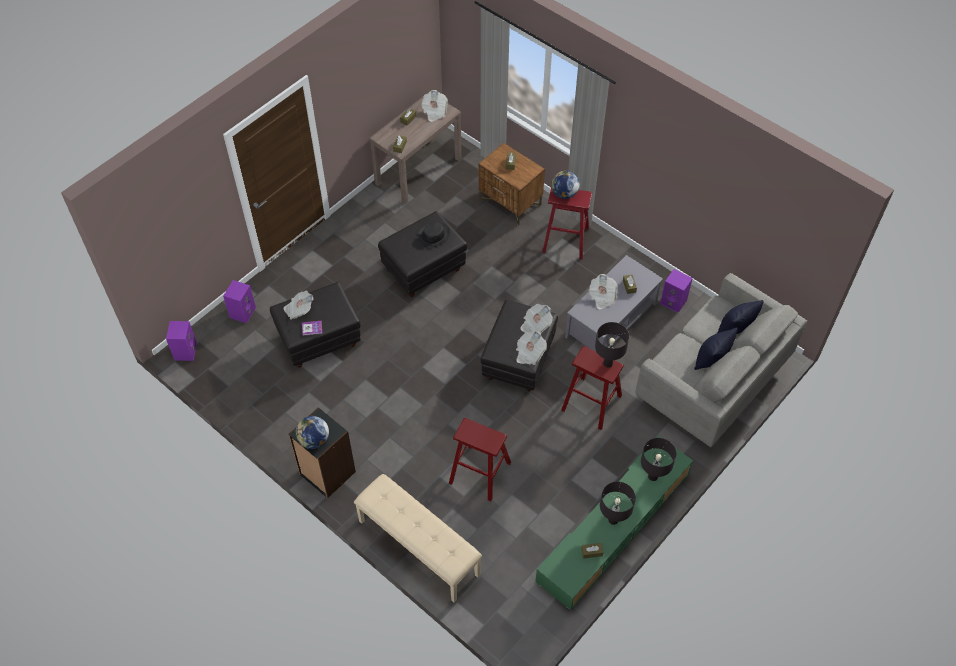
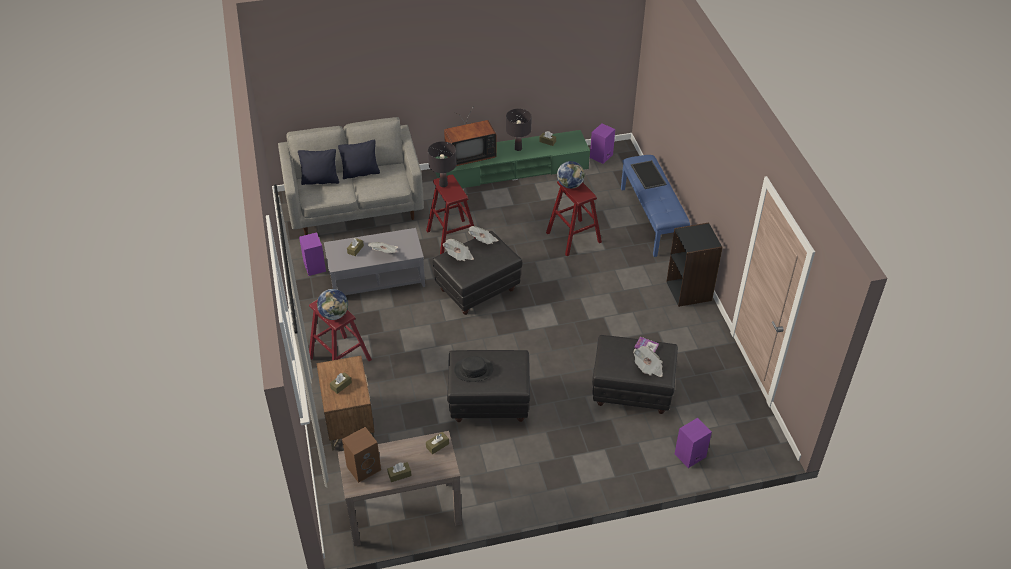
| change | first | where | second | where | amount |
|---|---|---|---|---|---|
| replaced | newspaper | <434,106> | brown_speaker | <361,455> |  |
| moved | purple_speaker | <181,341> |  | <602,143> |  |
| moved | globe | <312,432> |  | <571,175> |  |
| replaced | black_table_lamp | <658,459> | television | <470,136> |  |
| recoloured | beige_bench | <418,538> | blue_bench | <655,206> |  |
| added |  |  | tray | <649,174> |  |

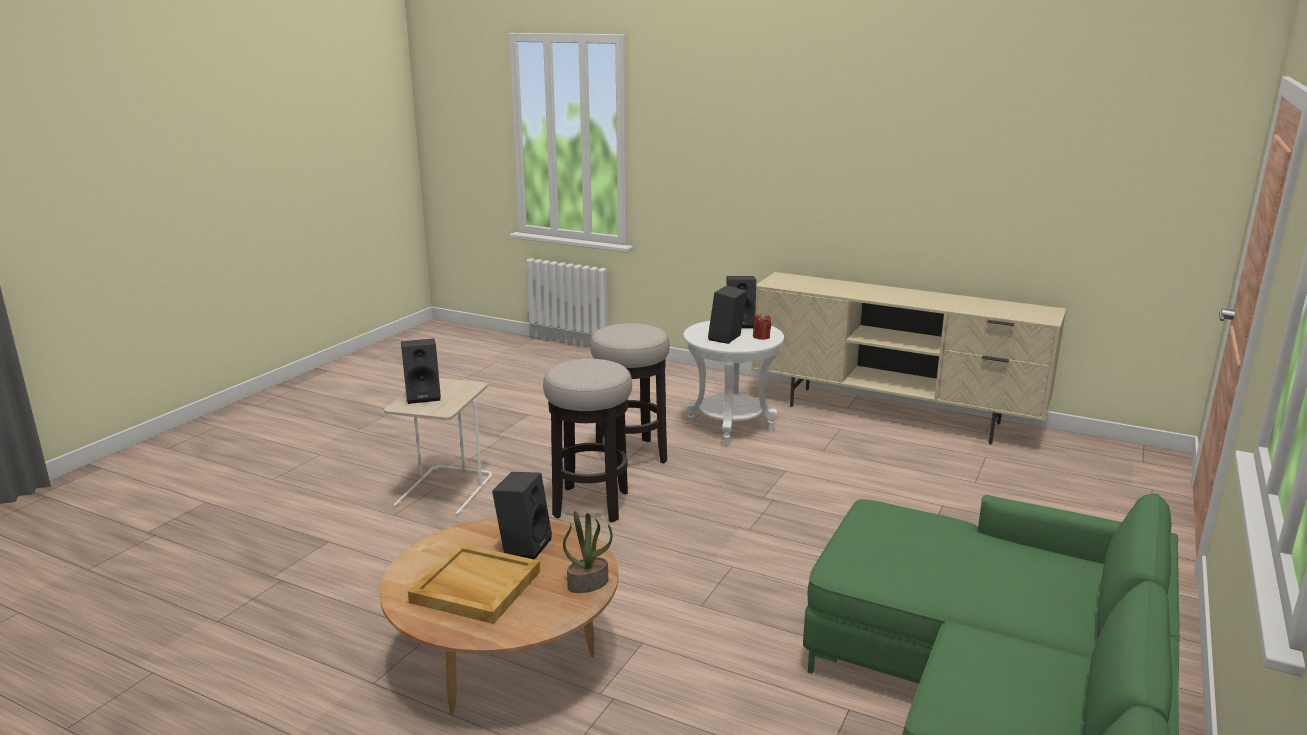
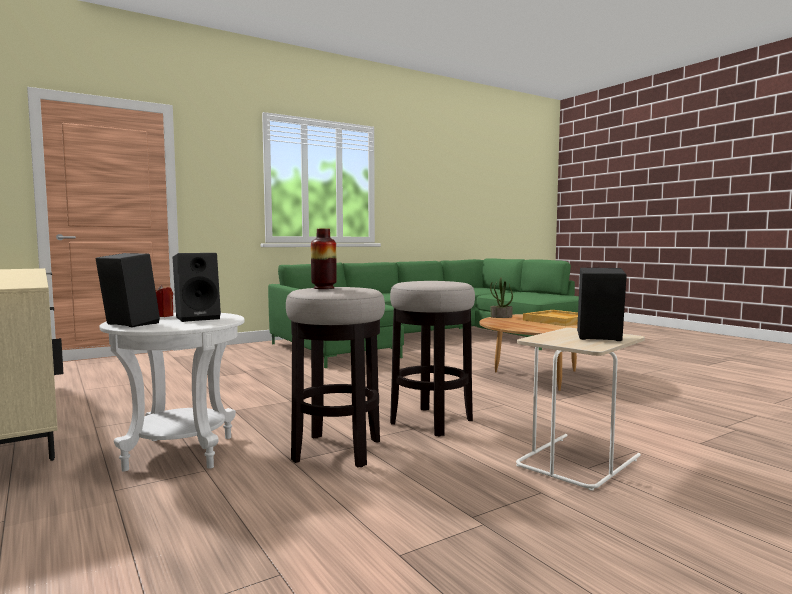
| change | first | where | second | where | amount |
|---|---|---|---|---|---|
| removed | black_speaker | <522,516> |  |  |  |
| added |  |  | vase | <324,258> |  |

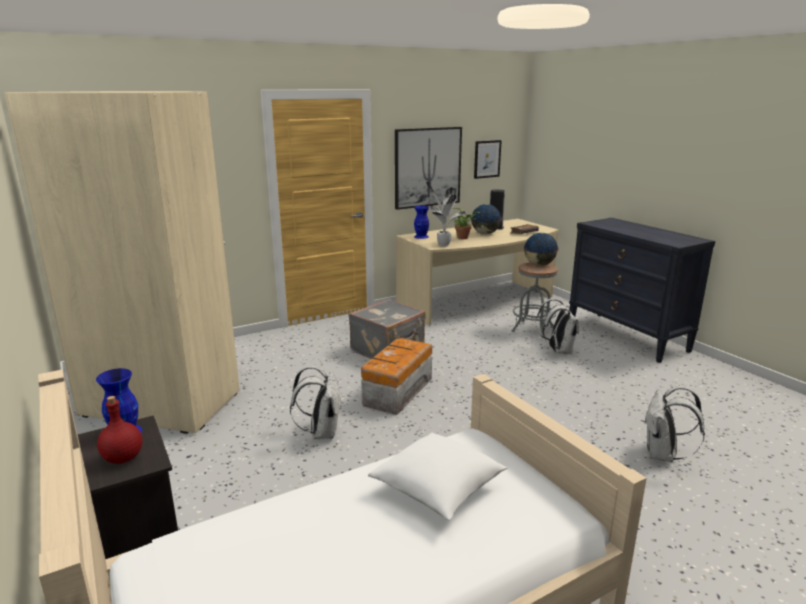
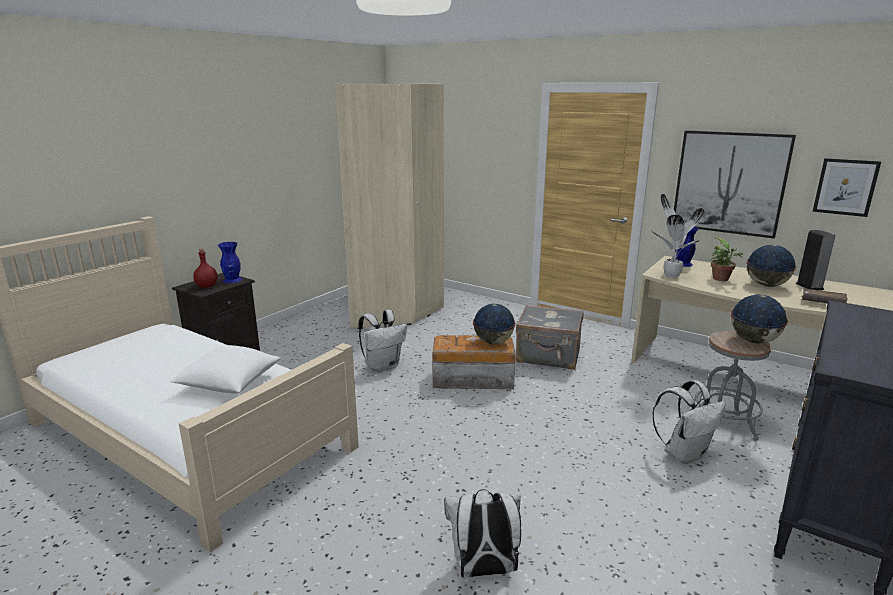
| change | first | where | second | where | amount |
|---|---|---|---|---|---|
| added |  |  | globe | <494,324> |  |

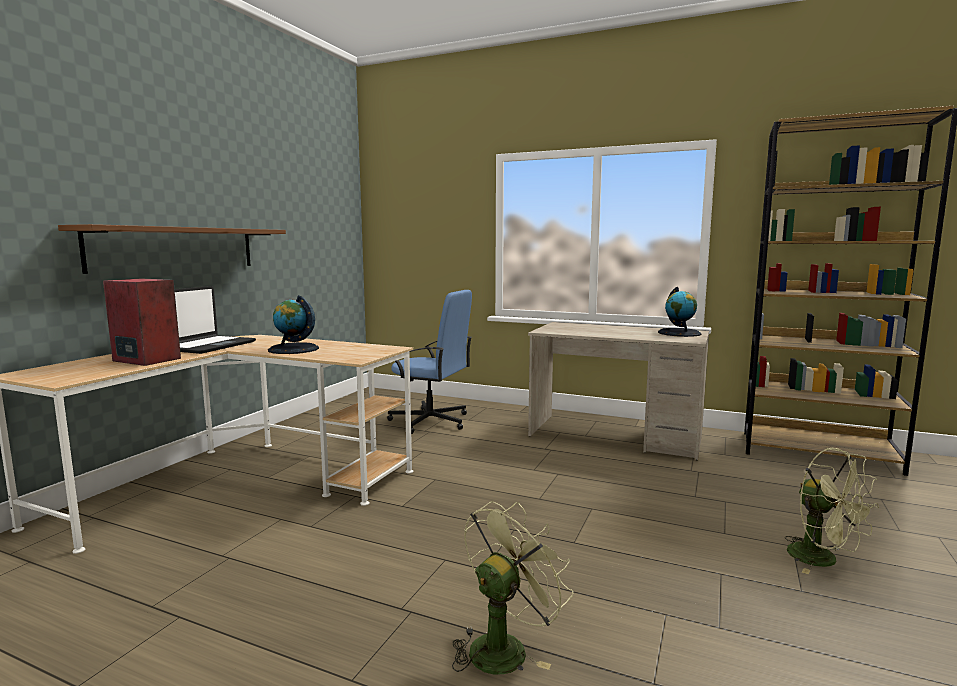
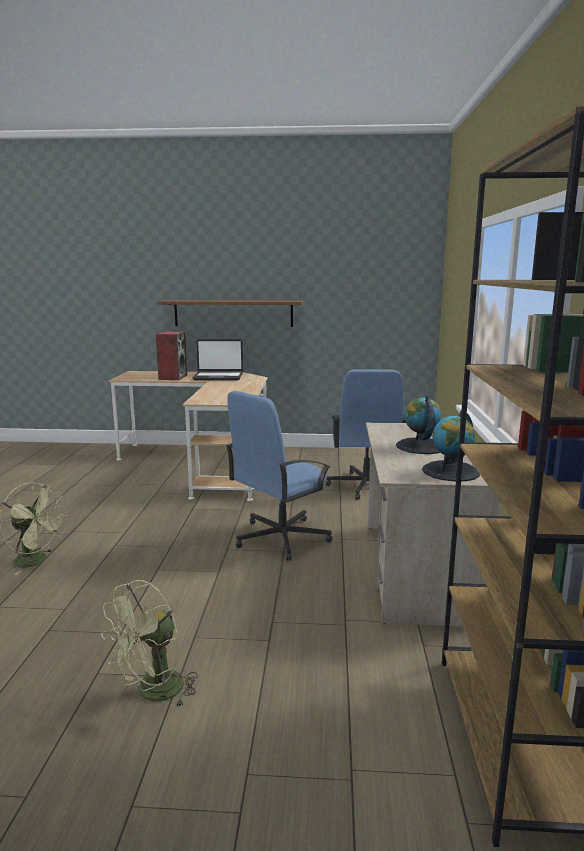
| change | first | where | second | where | amount |
|---|---|---|---|---|---|
| moved | globe | <293,324> |  | <419,424> |  |
| added |  |  | blue_office_chair | <279,476> |  |

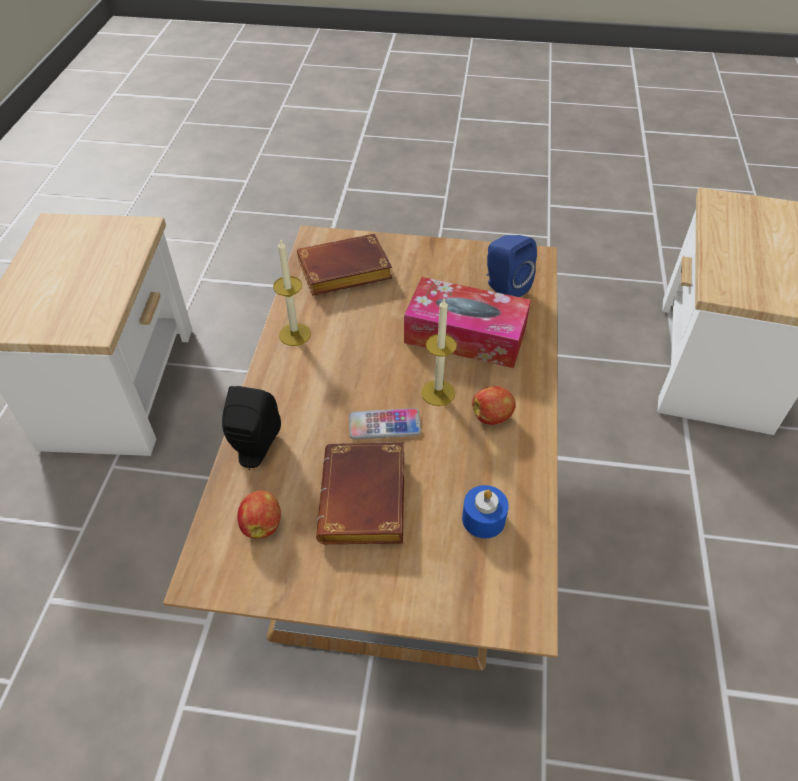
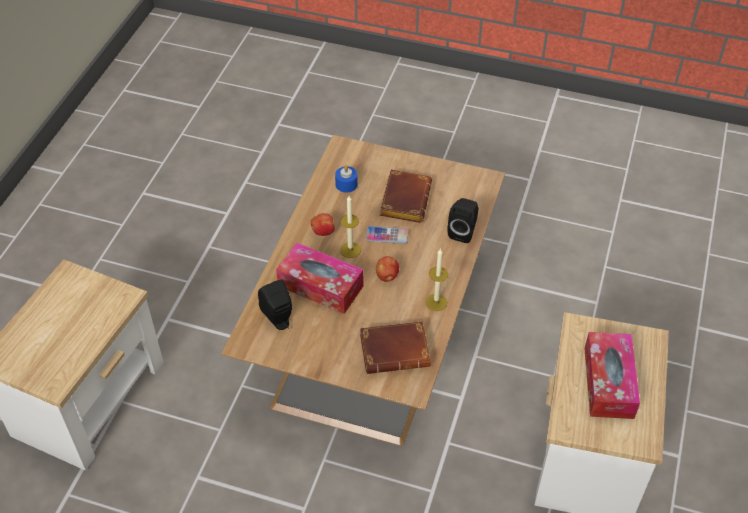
| change | first | where | second | where | amount |
|---|---|---|---|---|---|
| recoloured | blue_speaker | <512,266> | black_speaker | <275,304> |  |
| moved | apple | <259,514> |  | <387,269> |  |
| added |  |  | tissue_box | <612,375> |  |

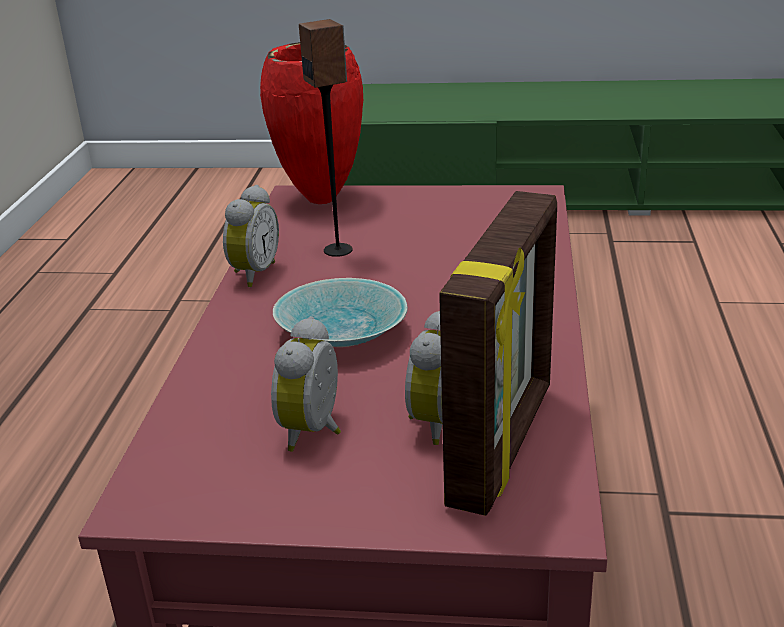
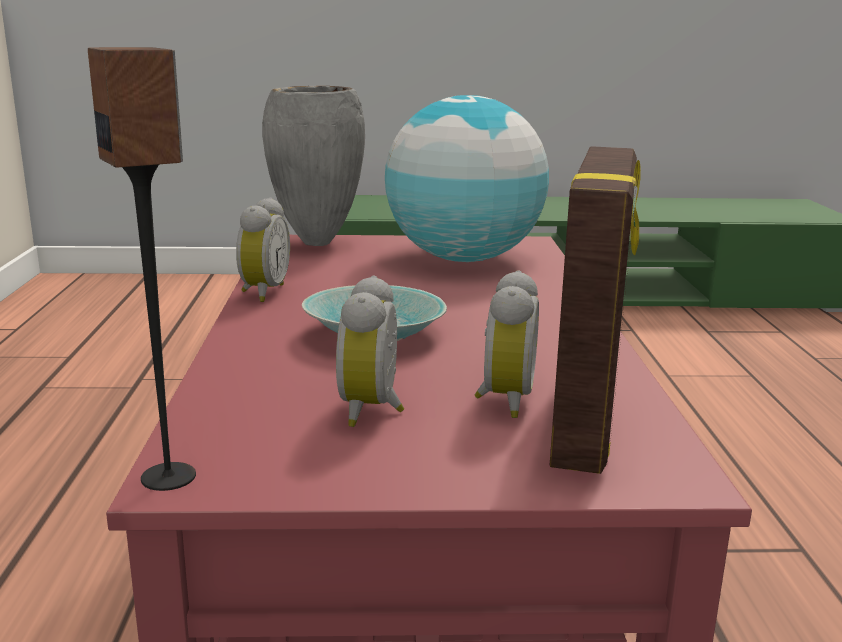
| change | first | where | second | where | amount |
|---|---|---|---|---|---|
| moved | speaker | <326,138> |  | <142,269> |  |
| recoloured | red_vase | <311,123> | grey_vase | <313,166> |  |
| added |  |  | globe | <467,178> |  |

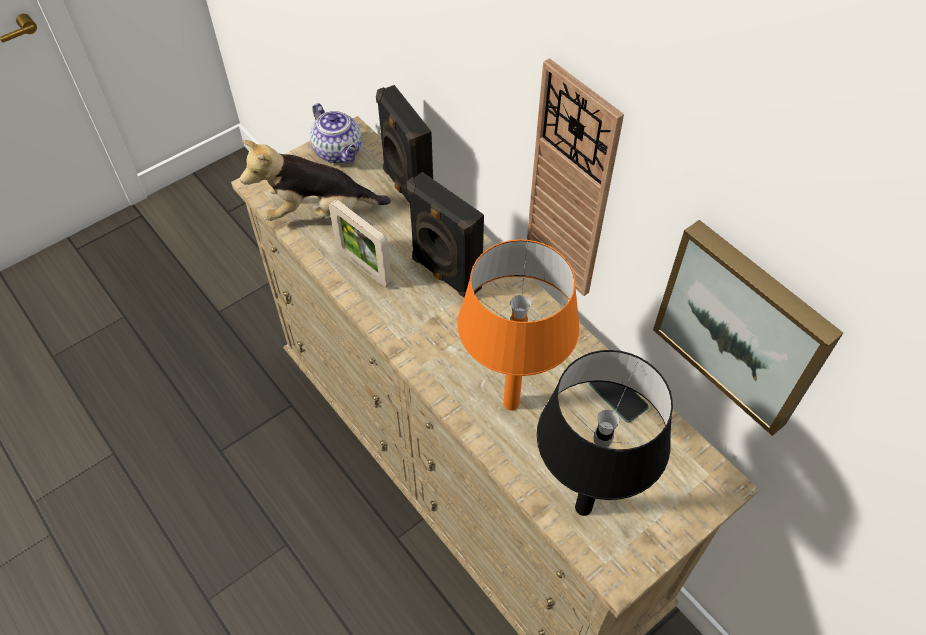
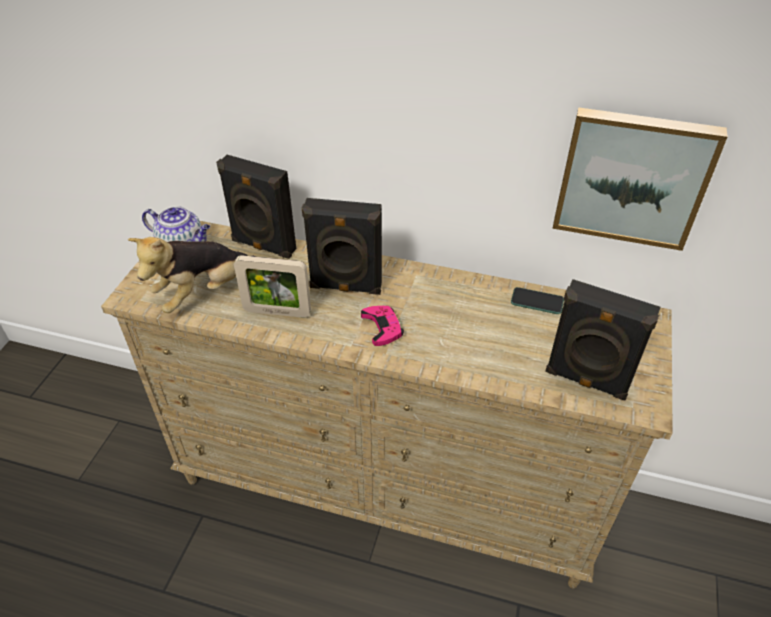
| change | first | where | second | where | amount |
|---|---|---|---|---|---|
| removed | wall_clock | <575,177> |  |  |  |
| removed | orange_table_lamp | <519,325> |  |  |  |
| replaced | black_table_lamp | <605,433> | black_speaker | <603,340> |  |
| added |  |  | pink_game_controller | <382,326> |  |

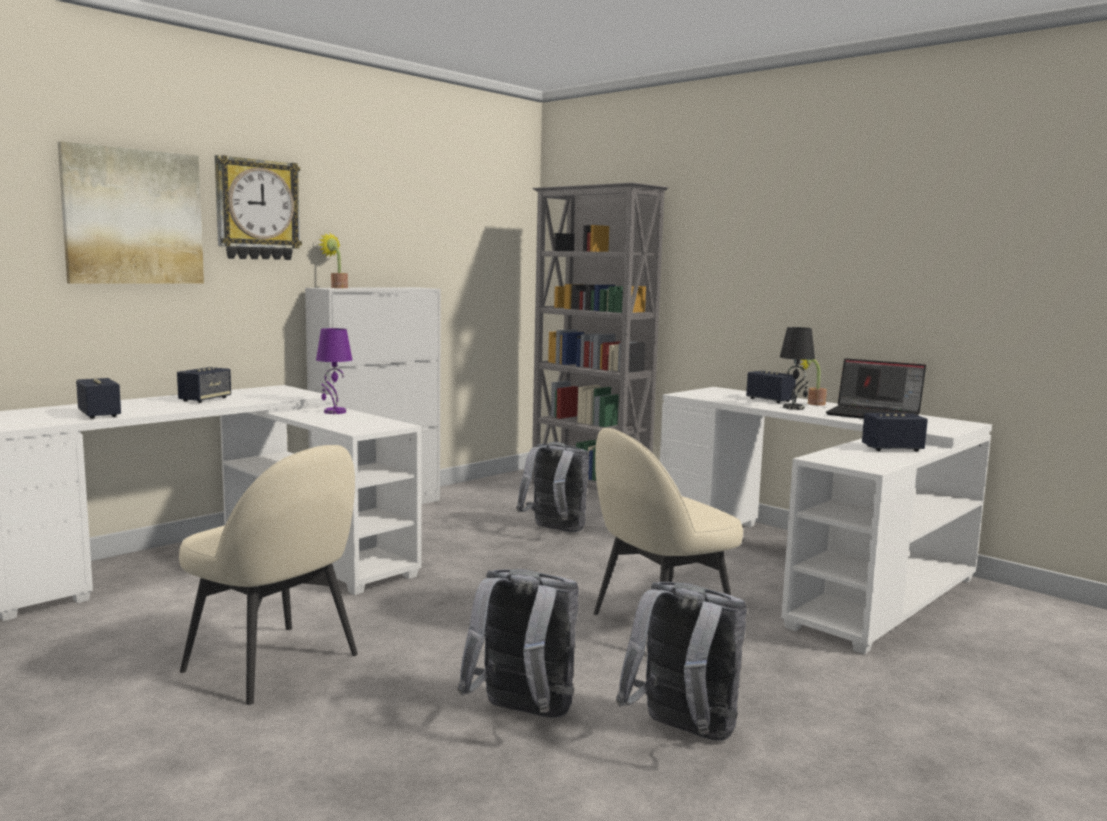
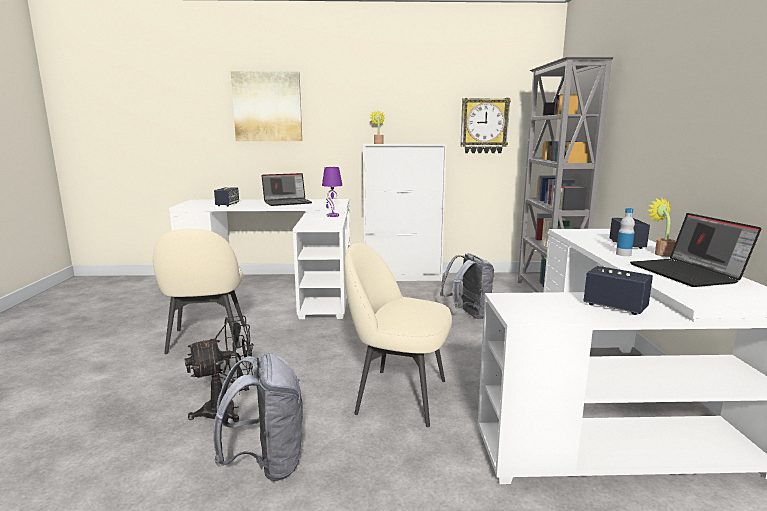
| change | first | where | second | where | amount |
|---|---|---|---|---|---|
| moved | wall_clock | <258,207> |  | <485,125> |  |
| replaced | black_table_lamp | <797,368> | bottle | <625,232> |  |
| replaced | speaker | <204,385> | laptop | <286,189> |  |
| replaced | grey_backpack | <518,643> | black_fan | <220,368> |  |

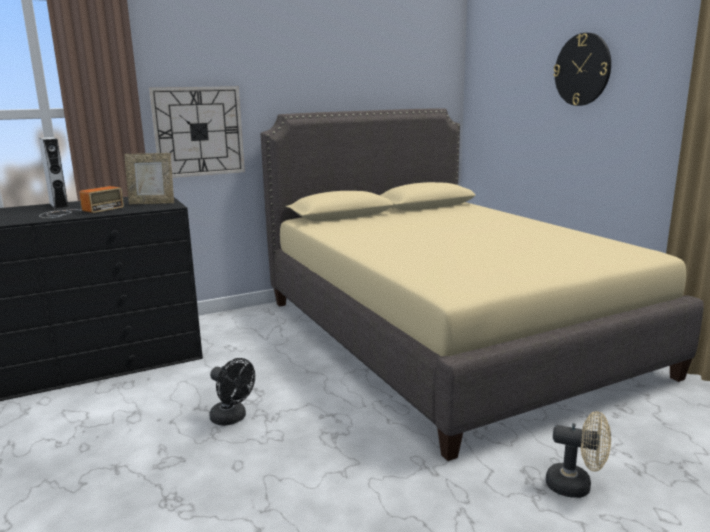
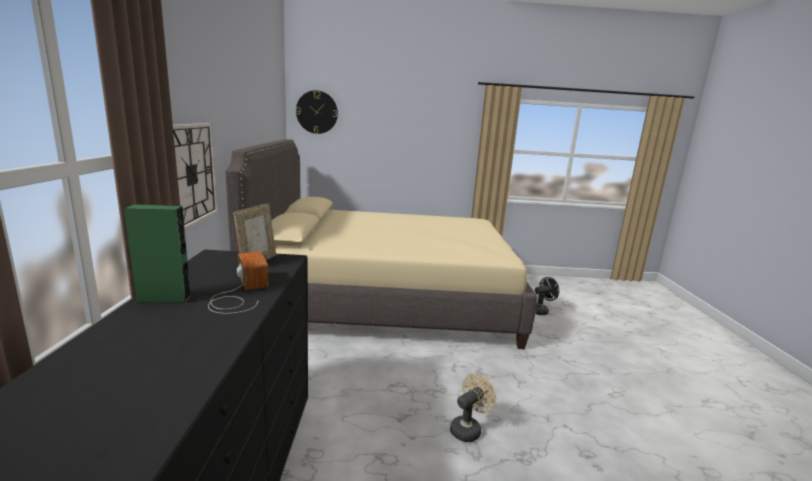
| change | first | where | second | where | amount |
|---|---|---|---|---|---|
| moved | wall_clock | <582,69> |  | <317,112> |  |
| recoloured | grey_speaker | <54,173> | green_speaker | <158,253> |  |
| moved | black_fan | <232,392> |  | <547,296> |  |
| moved | beige_fan | <578,454> |  | <473,407> |  |

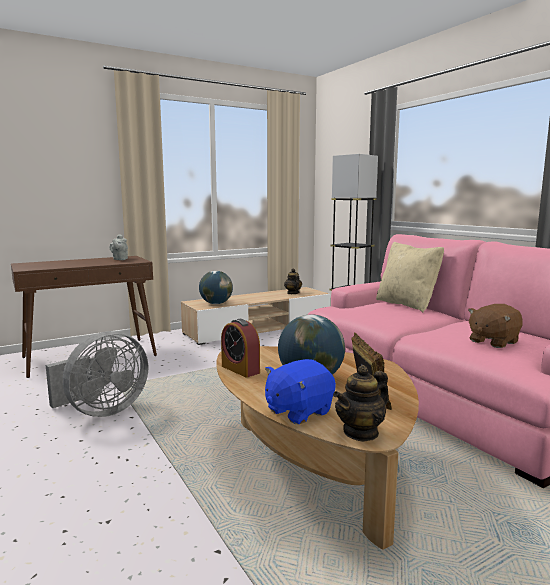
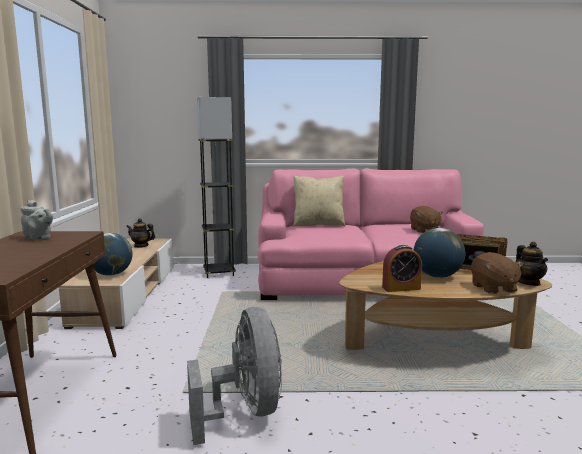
| change | first | where | second | where | amount |
|---|---|---|---|---|---|
| recoloured | blue_plush_toy | <300,391> | brown_plush_toy | <497,273> |  |

